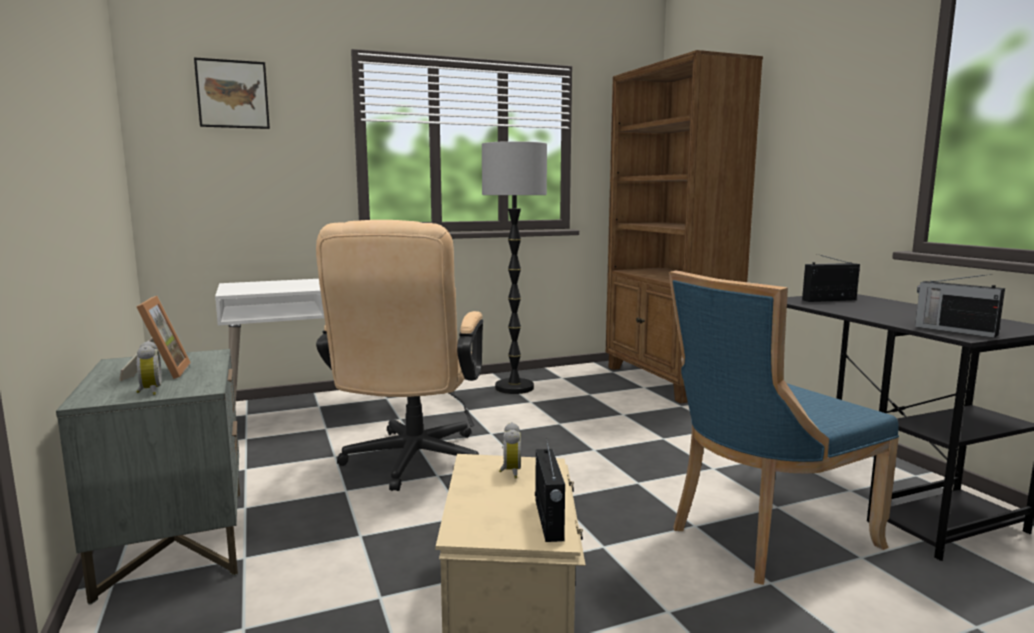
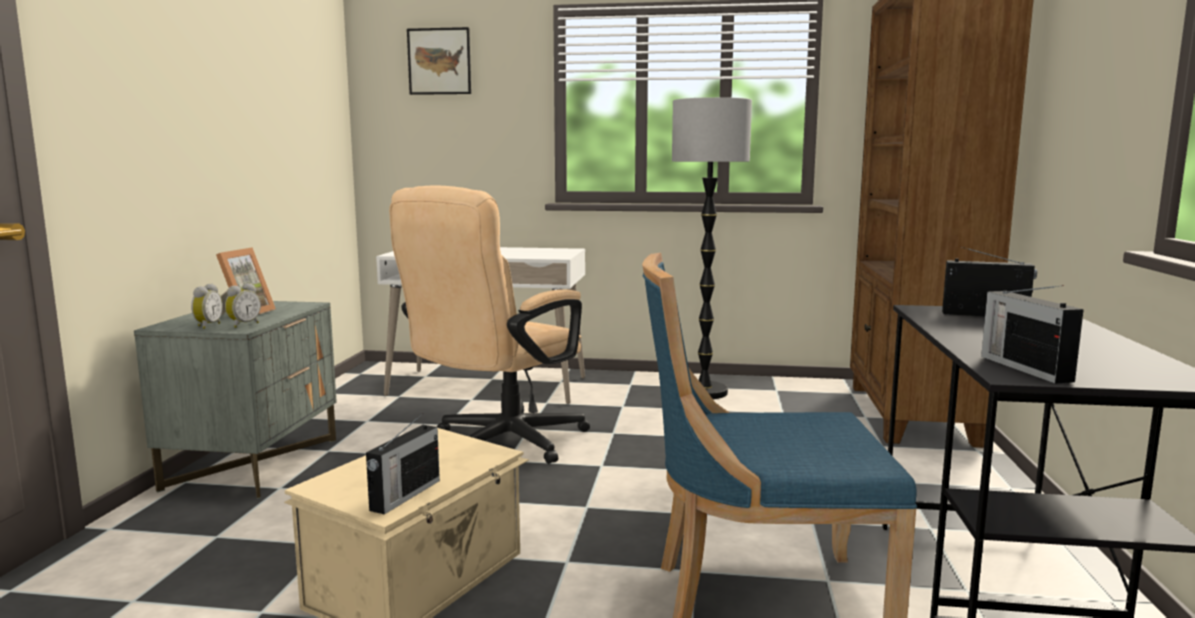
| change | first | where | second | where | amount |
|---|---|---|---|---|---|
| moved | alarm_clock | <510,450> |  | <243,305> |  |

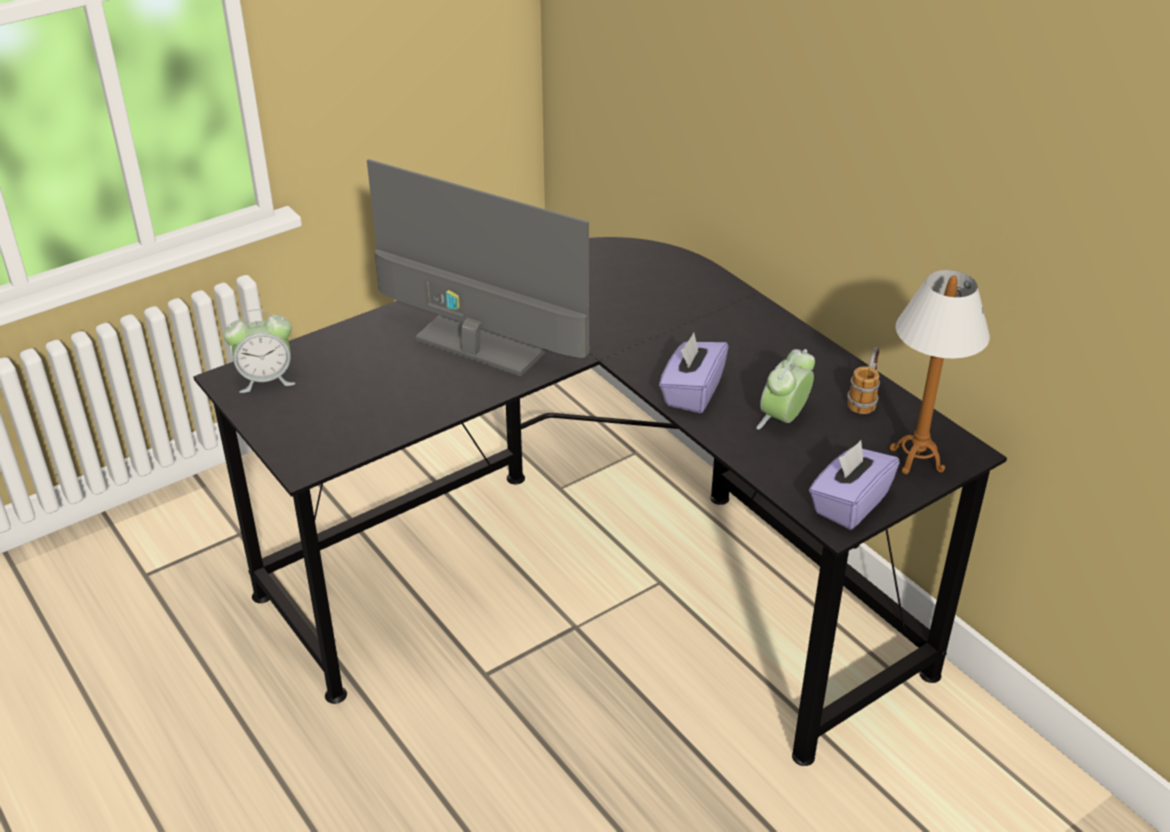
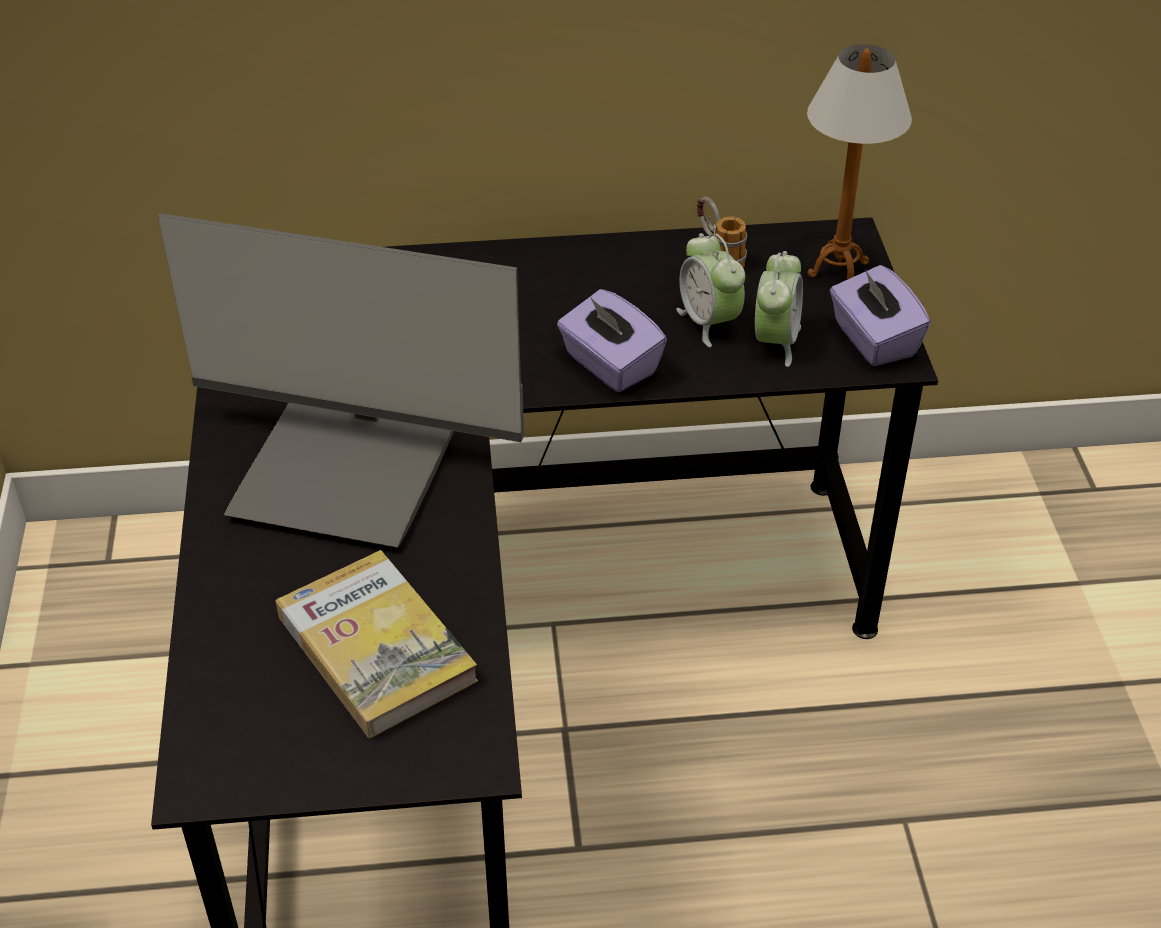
| change | first | where | second | where | amount |
|---|---|---|---|---|---|
| turned | monitor | <478,267> |  | <341,380> | 135 degrees counterclockwise |
| moved | alarm_clock | <259,351> |  | <779,309> |  |
| added |  |  | book | <377,644> |  |

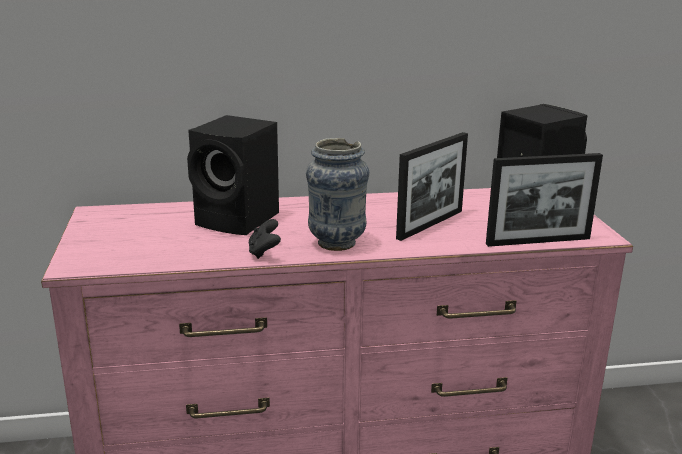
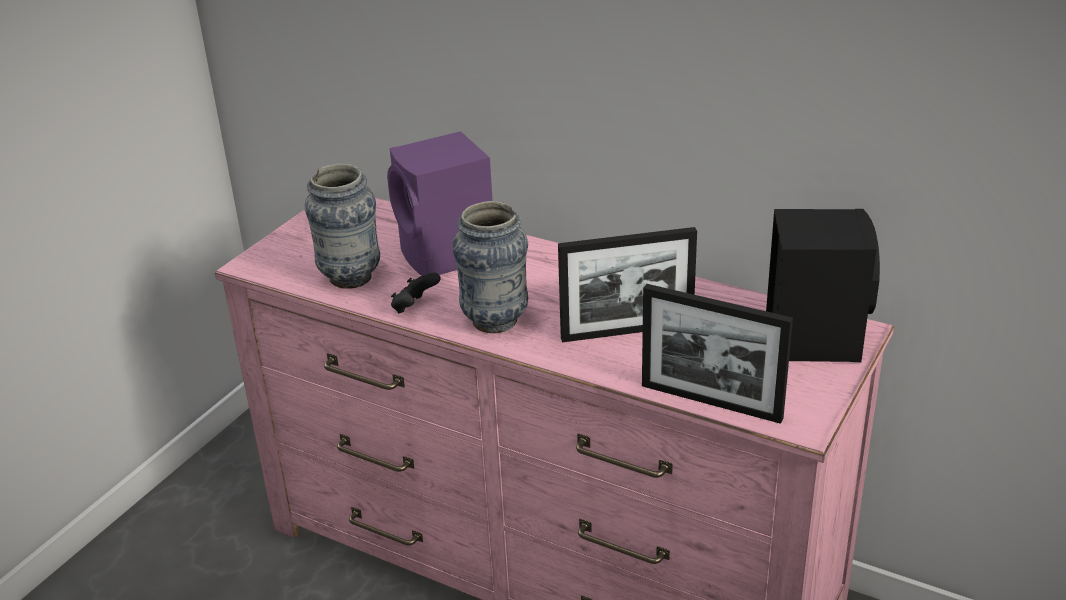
| change | first | where | second | where | amount |
|---|---|---|---|---|---|
| recoloured | black_speaker | <233,175> | purple_speaker | <440,203> |  |
| added |  |  | vase | <342,226> |  |

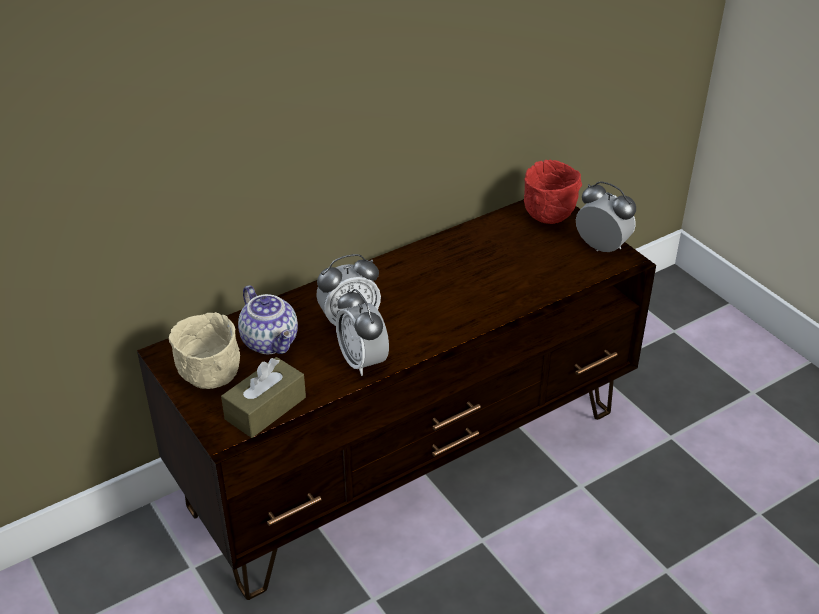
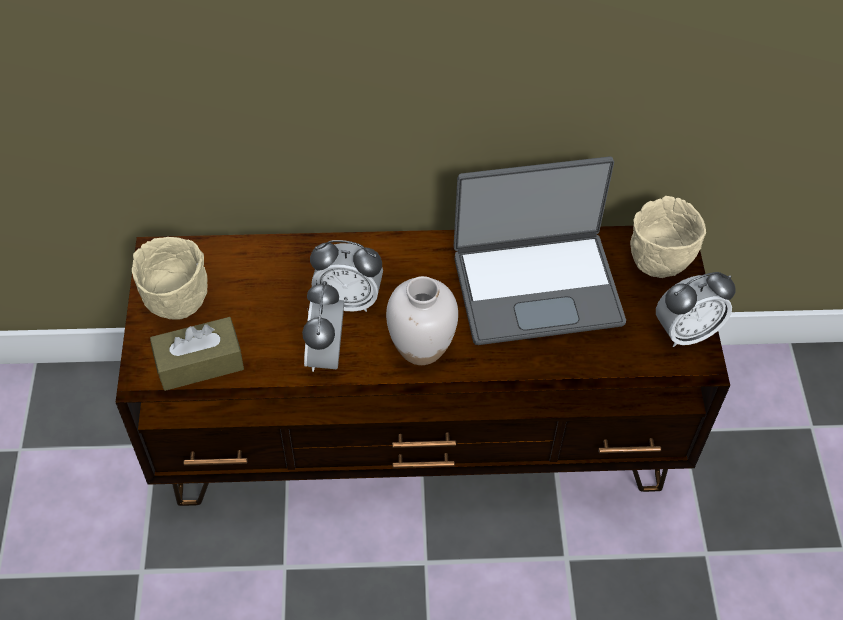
| change | first | where | second | where | amount |
|---|---|---|---|---|---|
| recoloured | red_bowl | <553,192> | beige_bowl | <668,237> |  |
| turned | alarm_clock | <606,216> |  | <696,309> | 90 degrees clockwise |
| removed | teapot | <268,319> |  |  |  |
| added |  |  | laptop | <540,251> |  |
| added |  |  | white_vase | <422,320> |  |

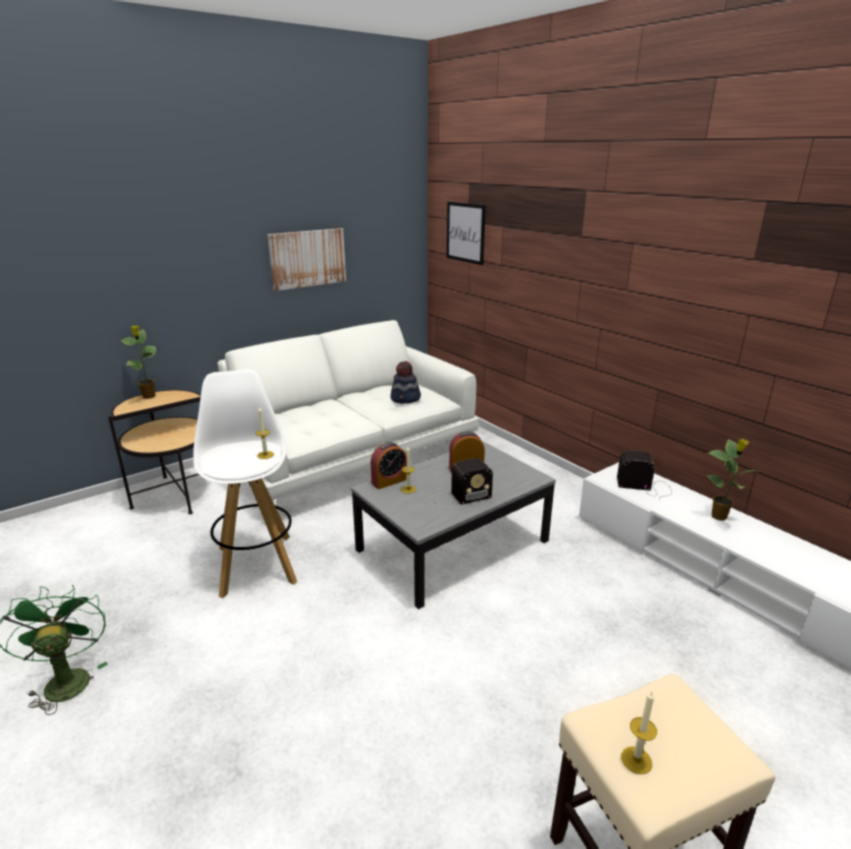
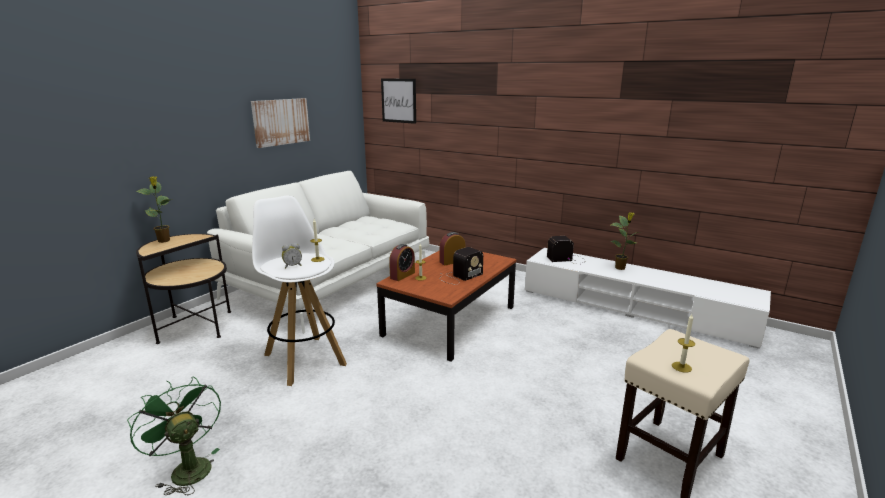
| change | first | where | second | where | amount |
|---|---|---|---|---|---|
| removed | hat | <405,382> |  |  |  |
| recoloured | grey_coffee_table | <453,525> | brown_coffee_table | <446,306> |  |
| added |  |  | alarm_clock | <292,255> |  |

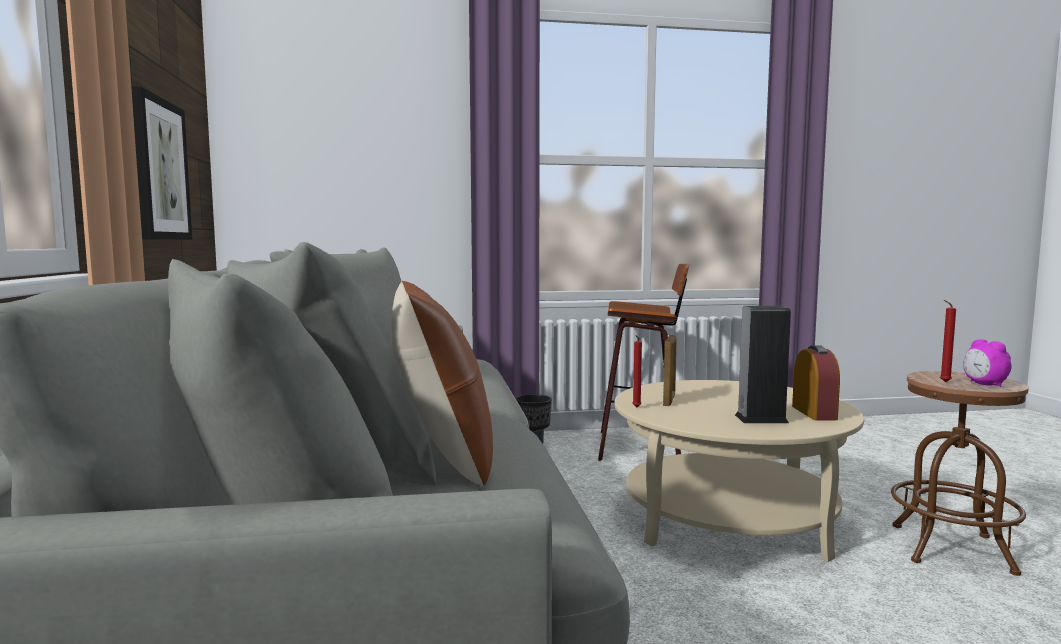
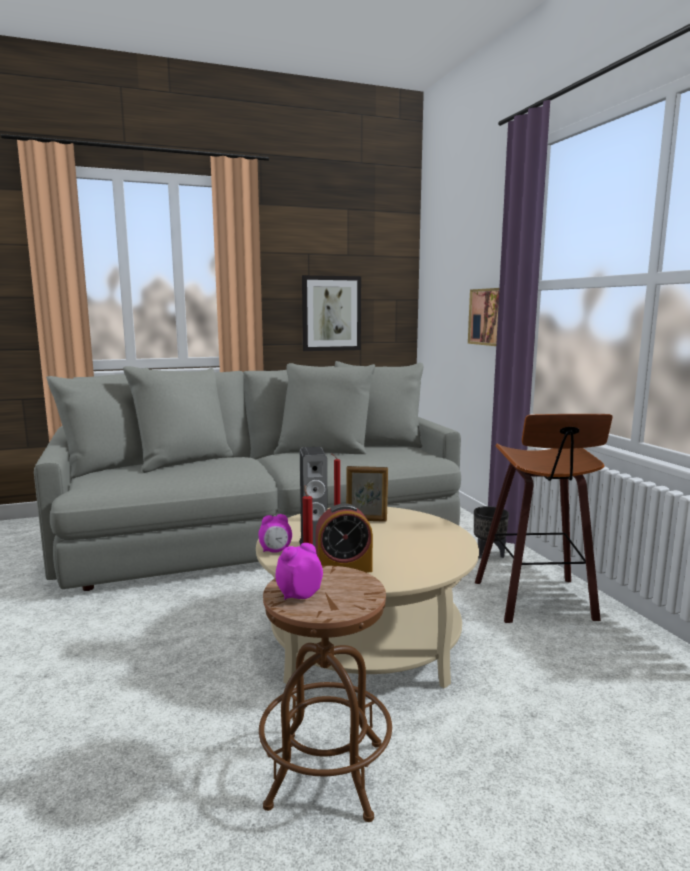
| change | first | where | second | where | amount |
|---|---|---|---|---|---|
| removed | brown_pillow | <442,383> |  |  |  |
| added |  |  | picture | <483,317> |  |
| added |  |  | alarm_clock | <275,533> |  |

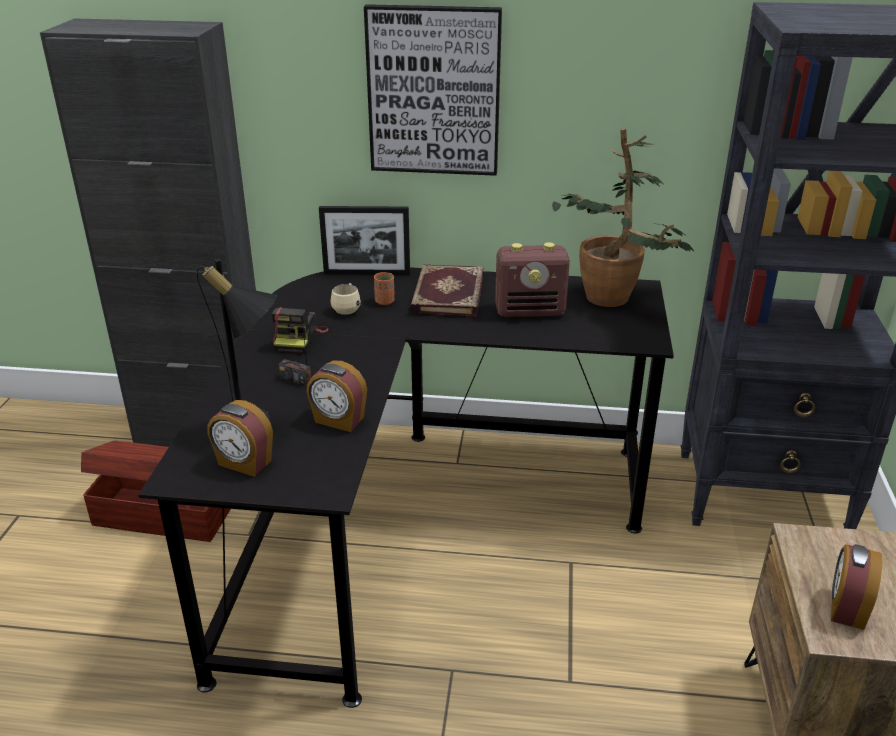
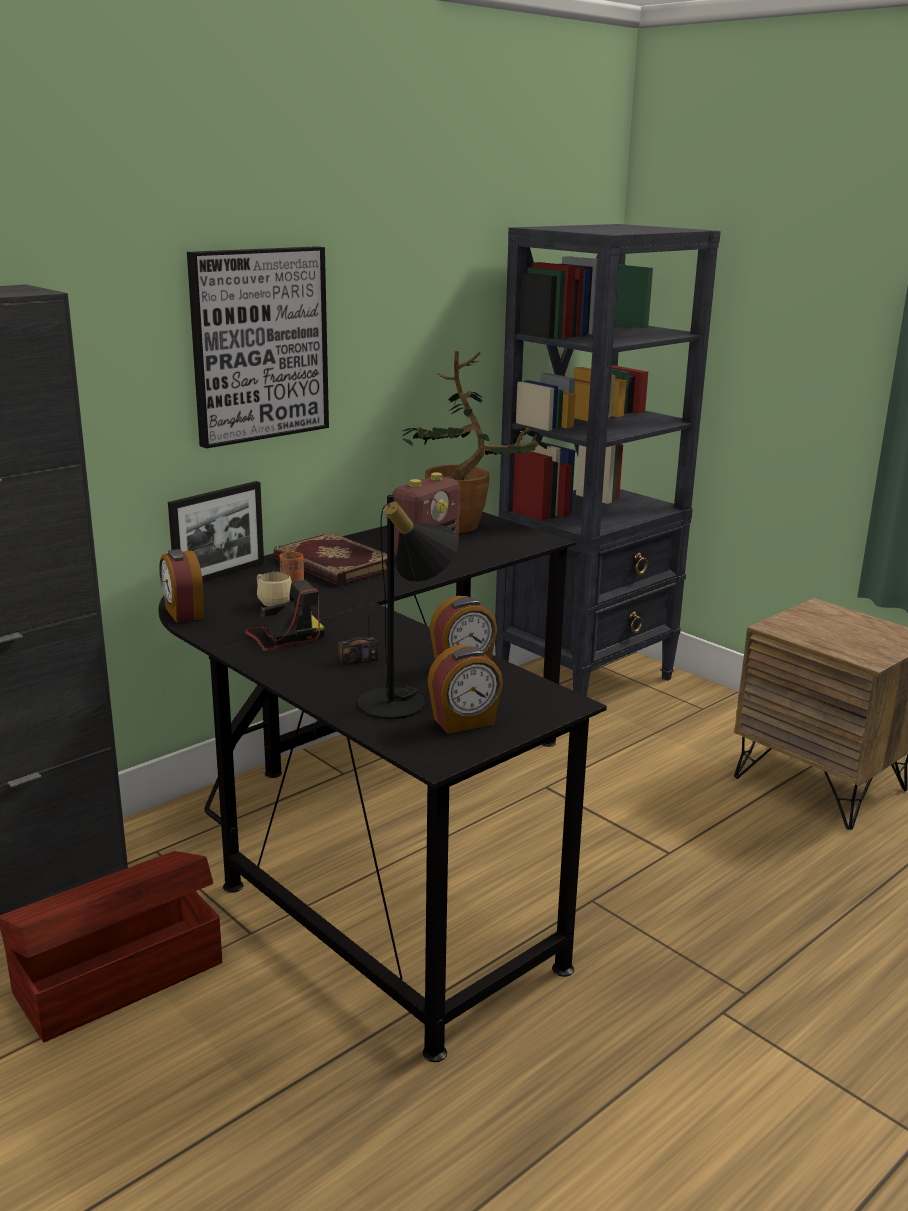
| change | first | where | second | where | amount |
|---|---|---|---|---|---|
| turned | photo_camera | <300,330> |  | <285,615> | 75 degrees counterclockwise |
| moved | alarm_clock | <857,587> |  | <181,586> |  |

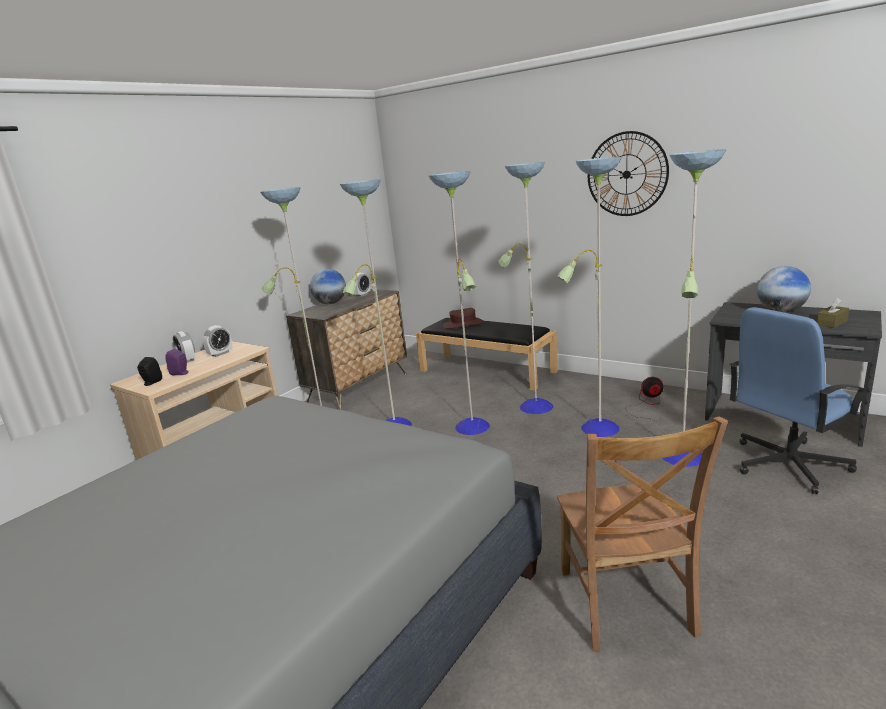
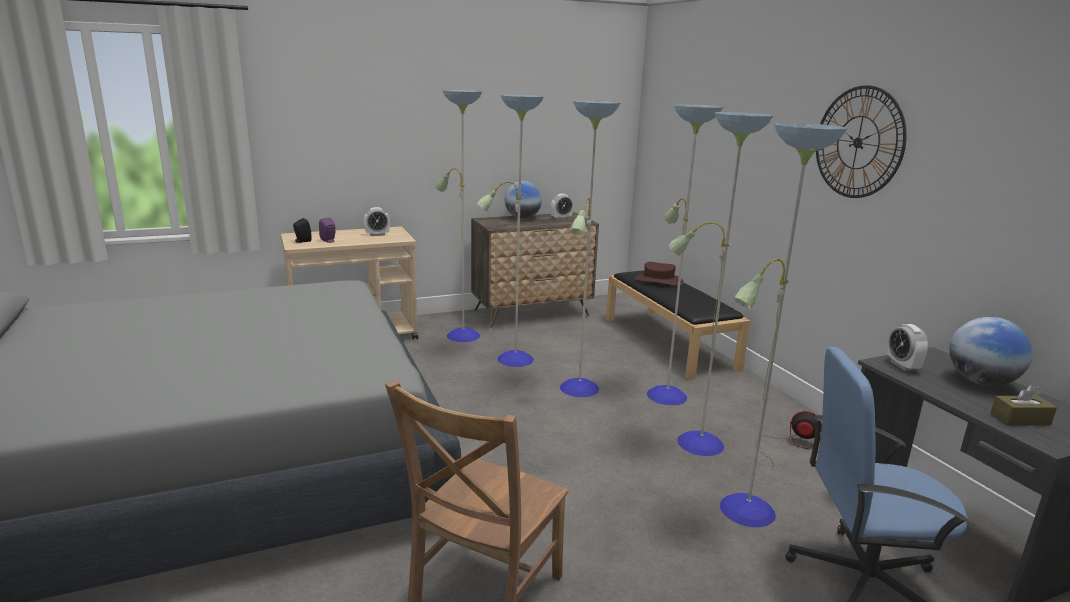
| change | first | where | second | where | amount |
|---|---|---|---|---|---|
| moved | alarm_clock | <184,347> |  | <907,347> |  |

